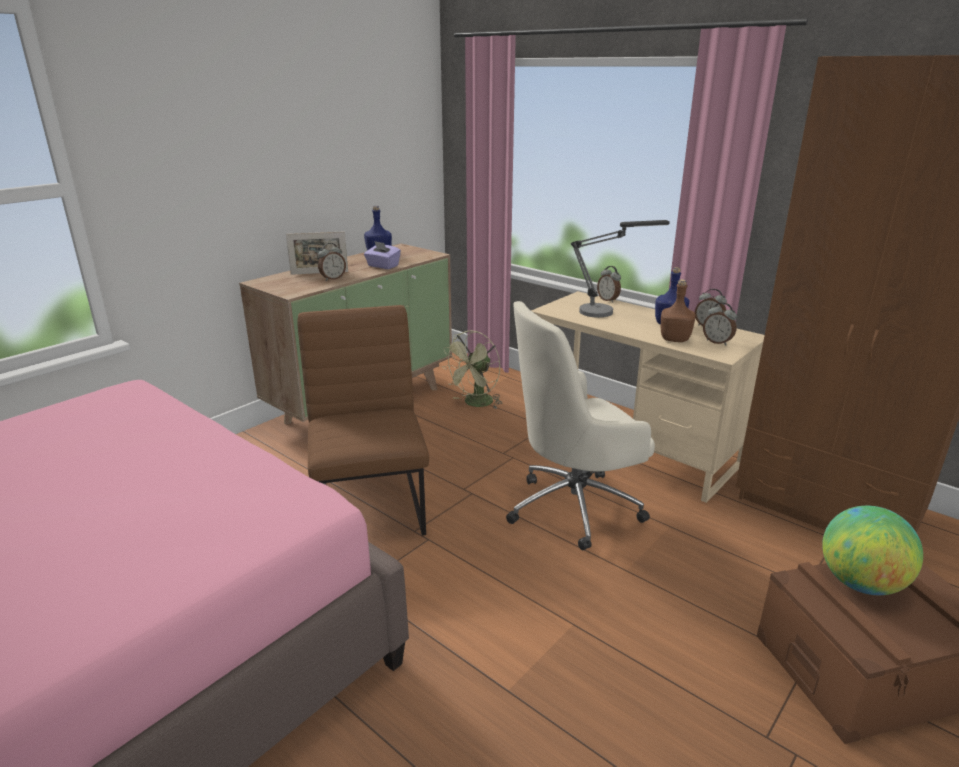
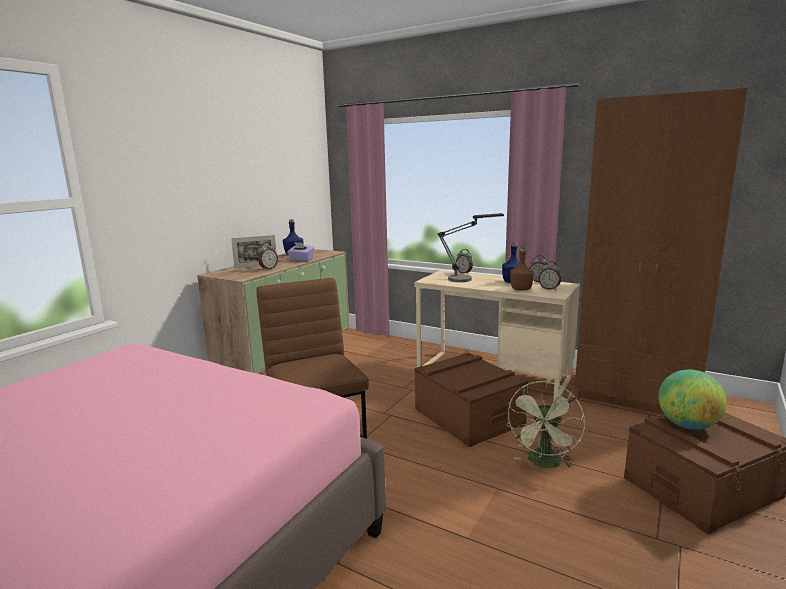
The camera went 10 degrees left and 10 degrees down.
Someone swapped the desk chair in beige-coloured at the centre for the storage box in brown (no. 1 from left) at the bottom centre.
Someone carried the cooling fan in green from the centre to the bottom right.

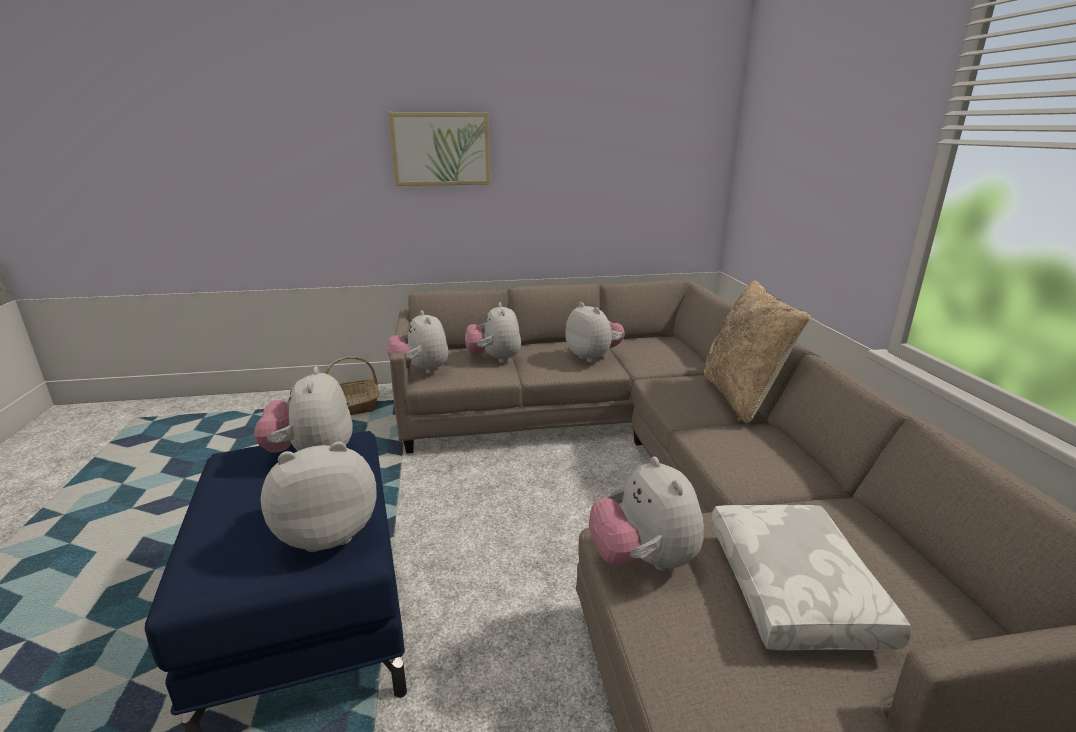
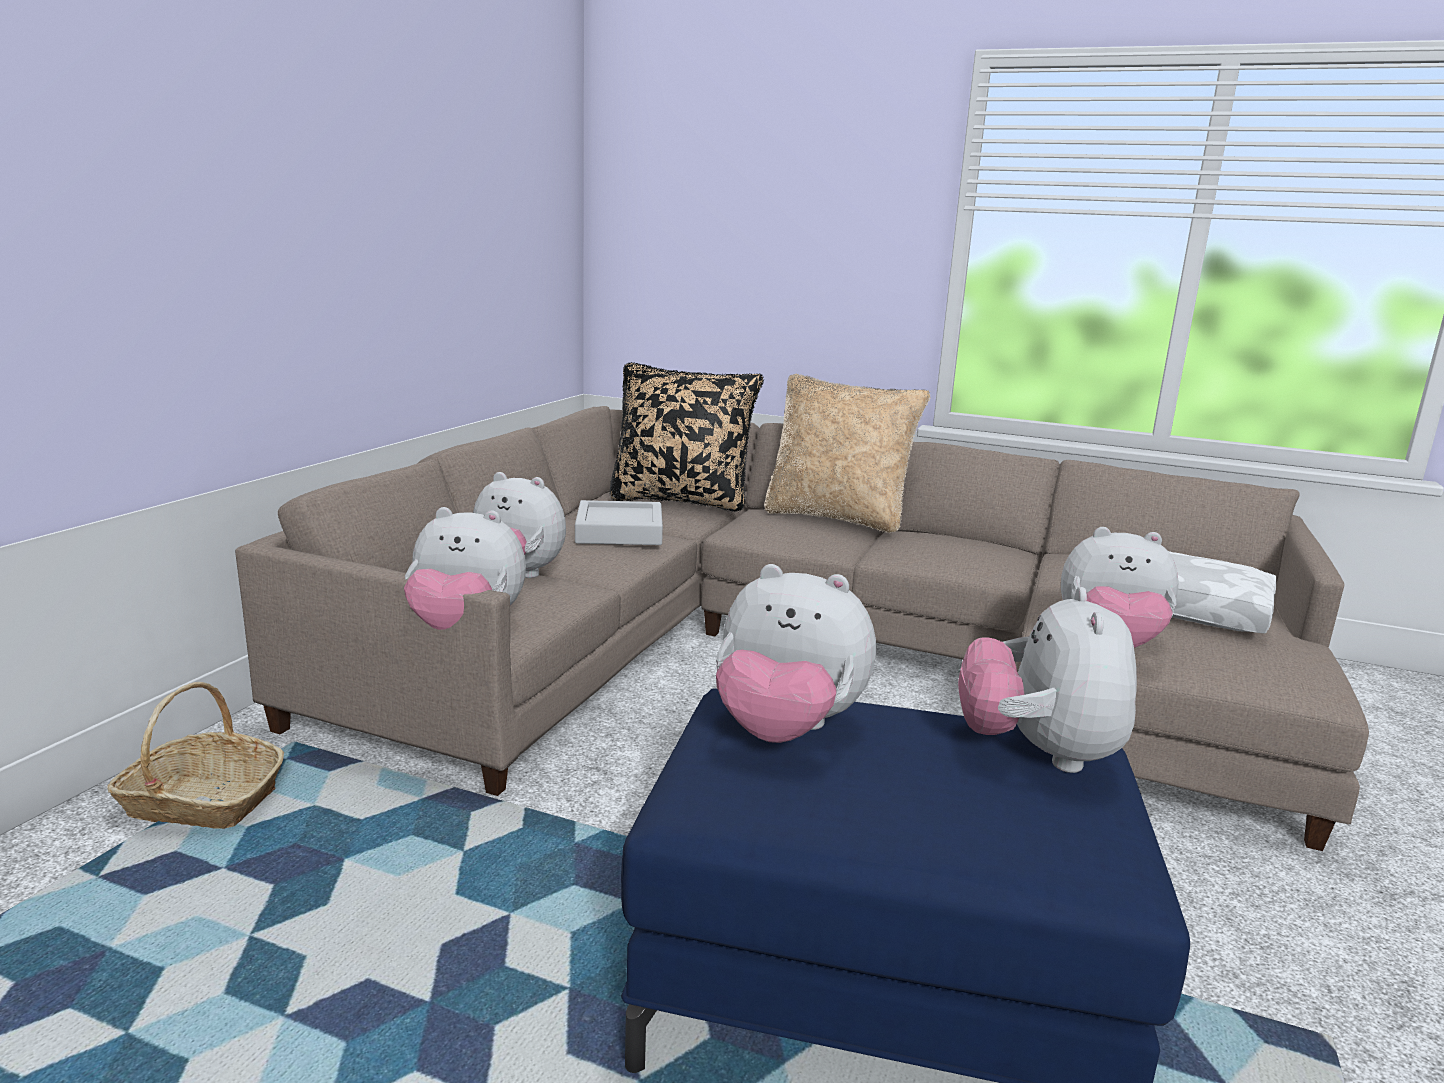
The camera went 60 degrees left and 5 degrees down.
Someone took away the picture at the top centre.
Someone swapped the plush toy (no. 5 from left) at the centre for the serving tray in gray at the centre.
Someone put down the throw pillow in black-coloured at the centre.

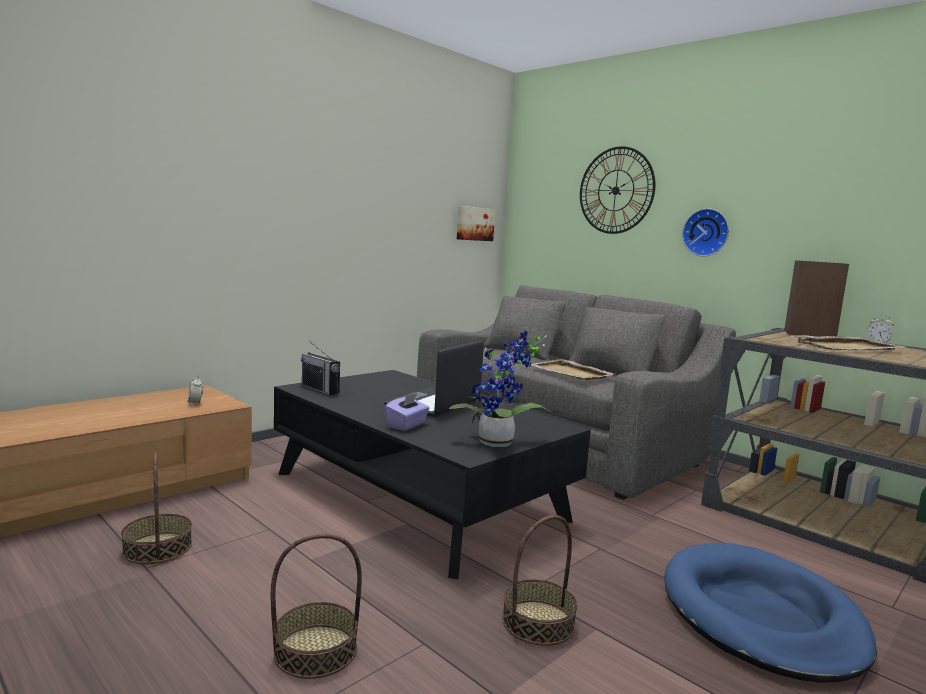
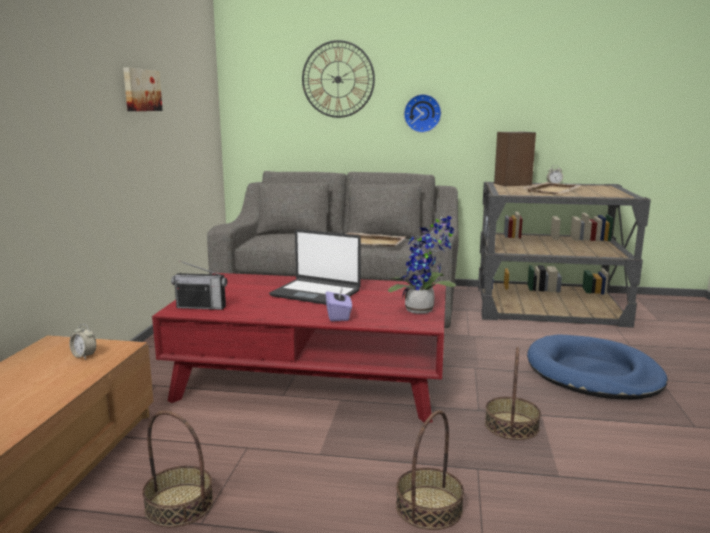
The camera went 35 degrees left and 5 degrees up.
Someone carried the picture from the top centre to the top left.
Someone rotated the laptop at the centre by 60 degrees counterclockwise.
Someone repainted the low table in black-coloured at the bottom centre, which became the low table in reddish at the centre.

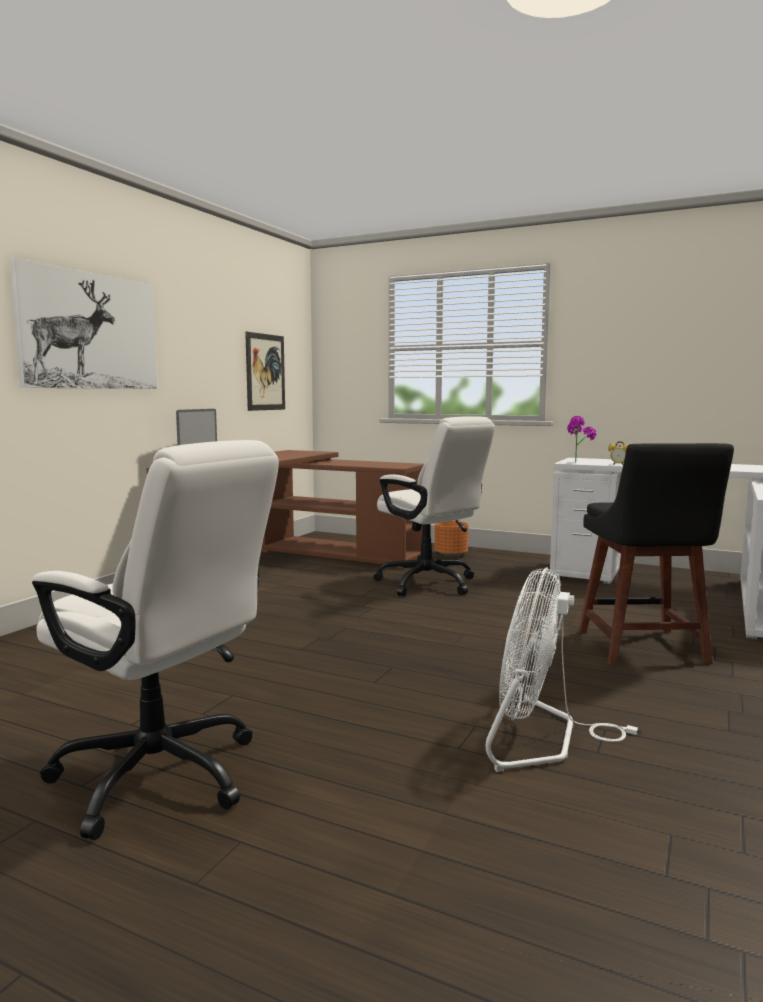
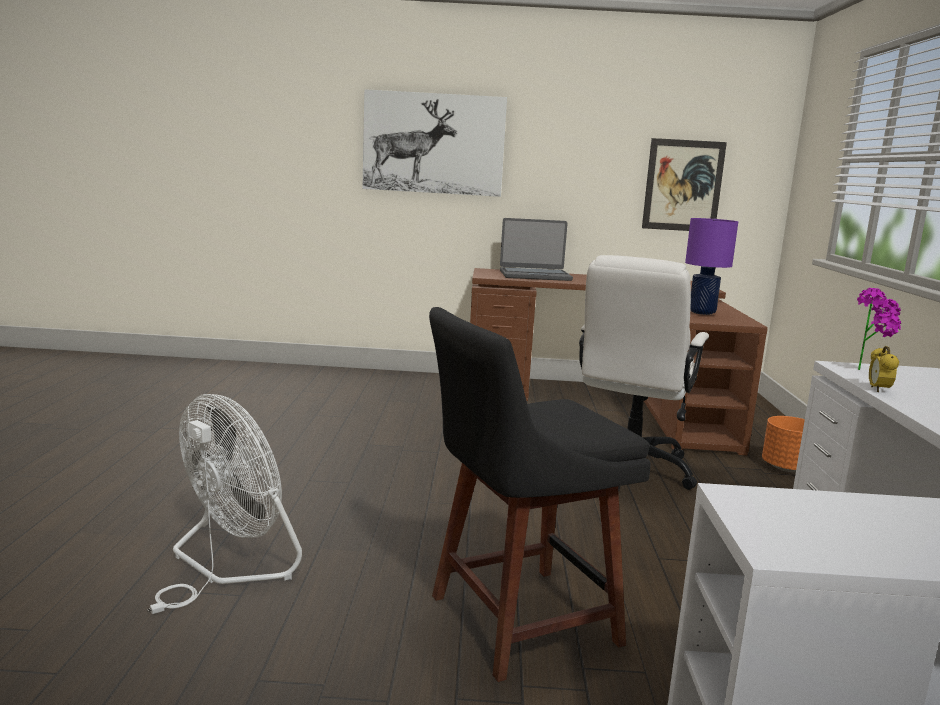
The camera went 65 degrees right and 5 degrees up.
Someone took away the desk chair in whitish (no. 1 from left) at the middle left.
Someone rotated the cooling fan in whitish at the bottom right by 45 degrees clockwise.
Someone put down the table lamp in purple-coloured at the middle right.

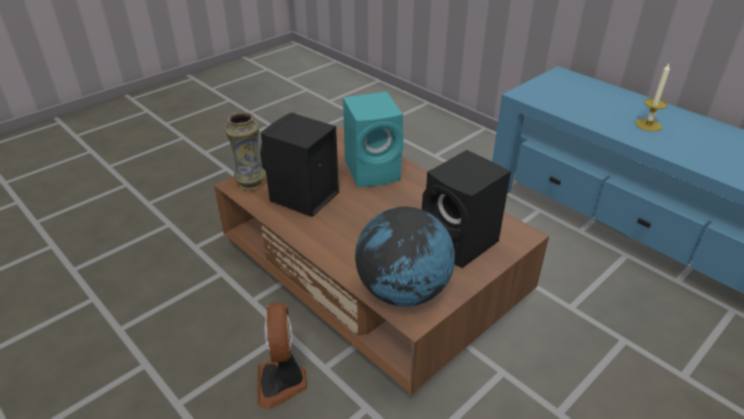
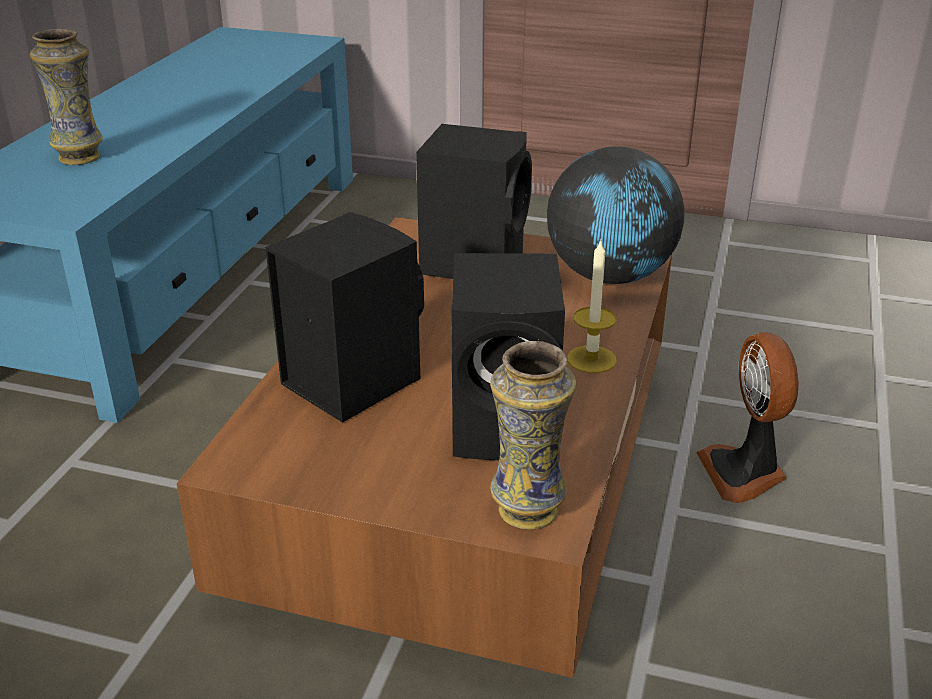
The camera went 120 degrees left and 5 degrees down.
Someone carried the candle from the top right to the centre.
Someone repainted the speaker in turquoise-coloured at the top centre, which became the speaker in black-coloured (no. 1 from left) at the centre.
Someone rotated the cooling fan at the bottom centre by 120 degrees clockwise.
Someone put down the decorative vase (no. 1 from left) at the top left.

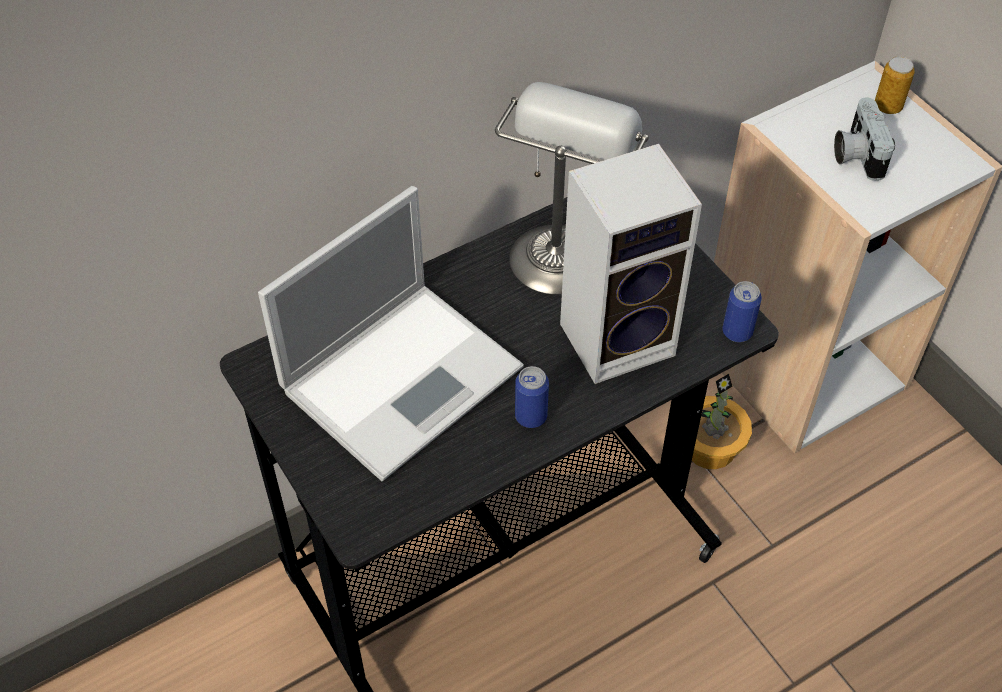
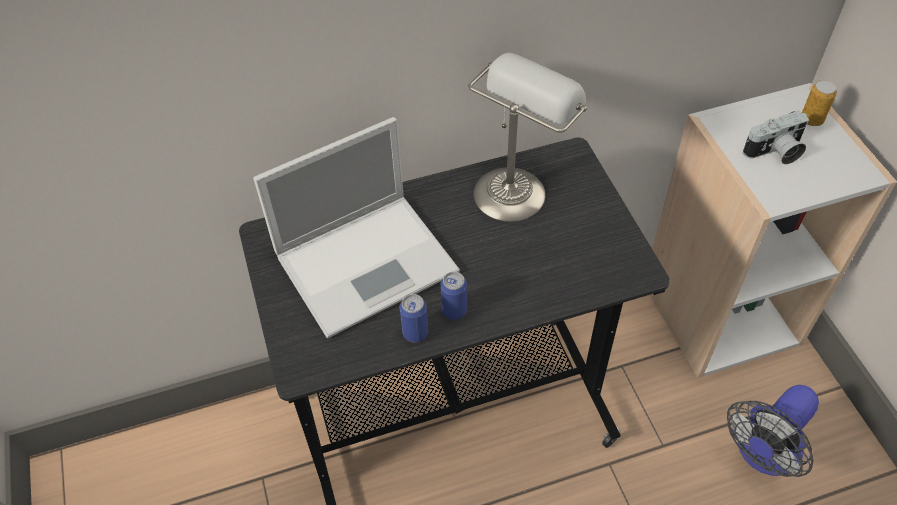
The camera went 15 degrees right and 0 degrees up.
Someone rotated the photo camera at the top right by 120 degrees counterclockwise.
Someone took away the speaker at the centre.
Someone carried the sealed can (no. 2 from left in the first image) from the middle right to the centre.
Someone took away the houseplant at the middle right.
Someone put down the cooling fan at the bottom right.

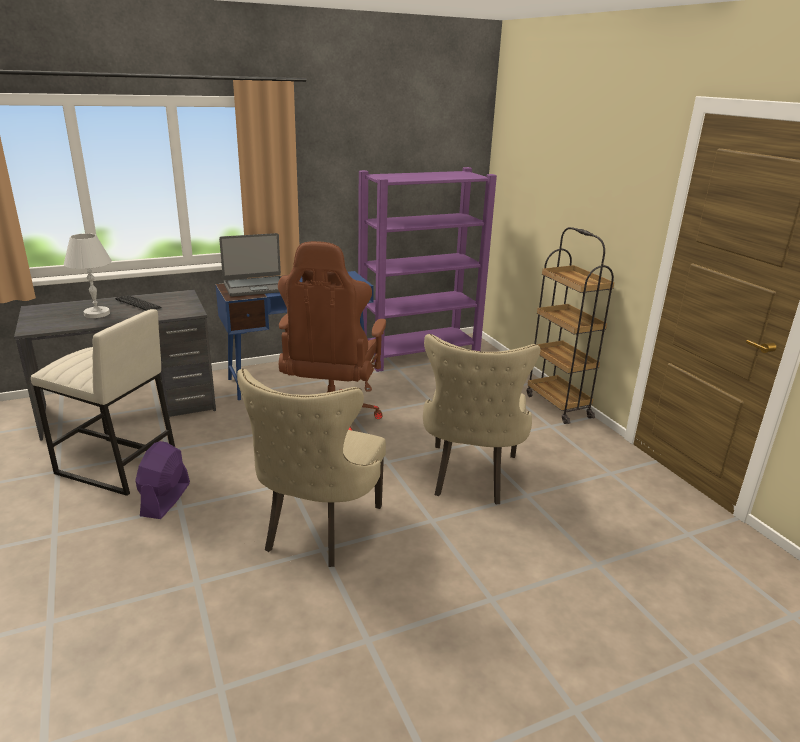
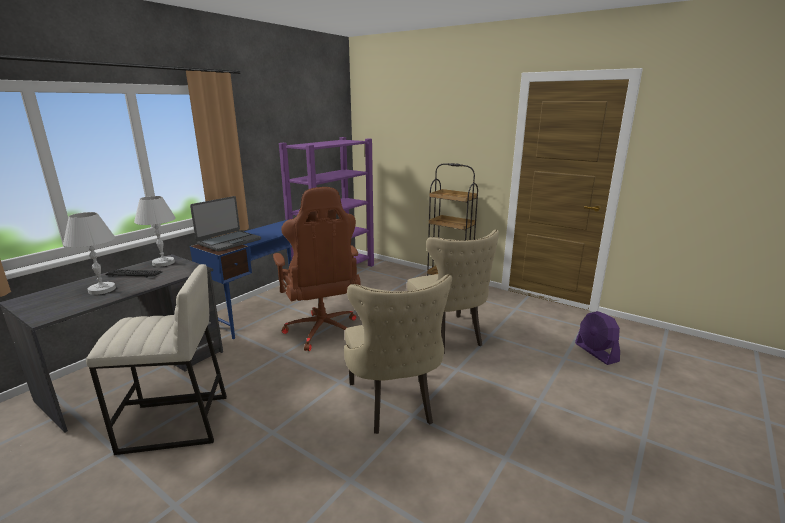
The camera went 30 degrees left and 5 degrees down.
Someone carried the cooling fan in purple-coloured from the middle left to the middle right.
Someone put down the table lamp in whitish (no. 2 from left) at the middle left.

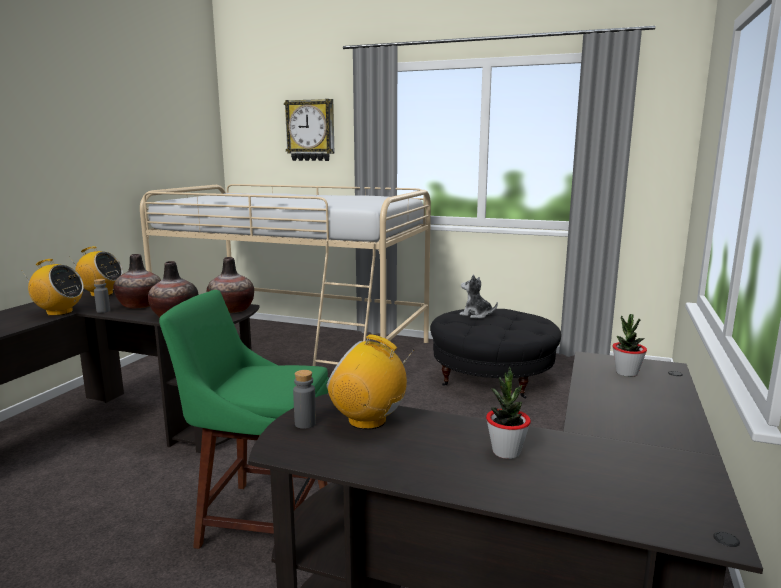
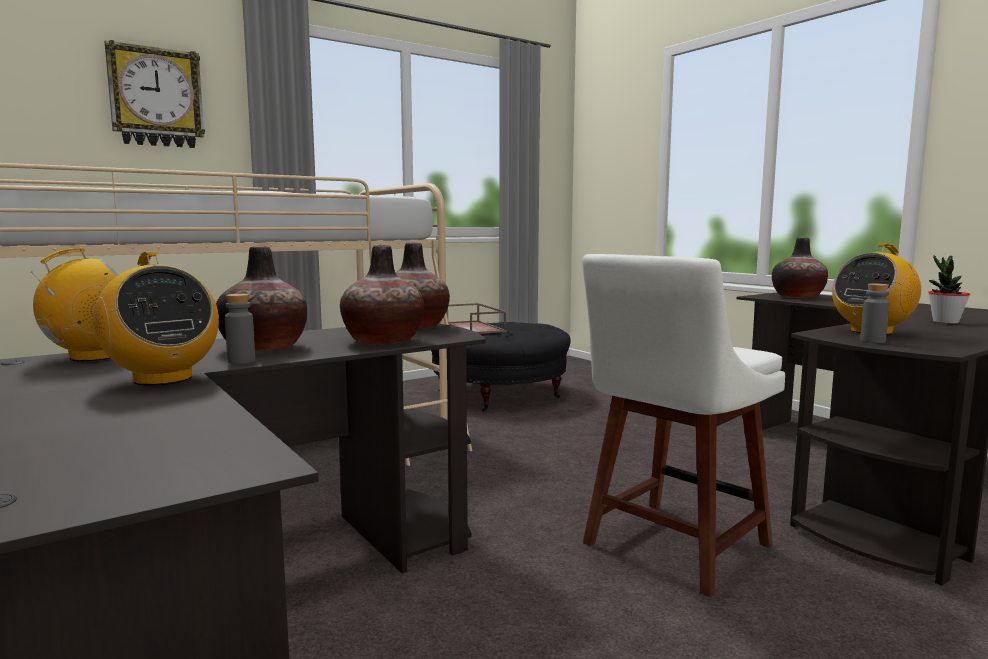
The camera went 55 degrees left and 5 degrees down.
Someone rotated the radio (no. 1 from left in the first image) at the middle left by 90 degrees clockwise.
Someone swapped the plush toy at the centre for the serving tray in brown at the centre.
Someone repainted the sitting stool in green at the bottom left, which became the sitting stool in whitish at the middle right.
Someone swapped the houseplant (no. 2 from left) at the middle right for the decorative vase (no. 4 from left) at the middle right.

